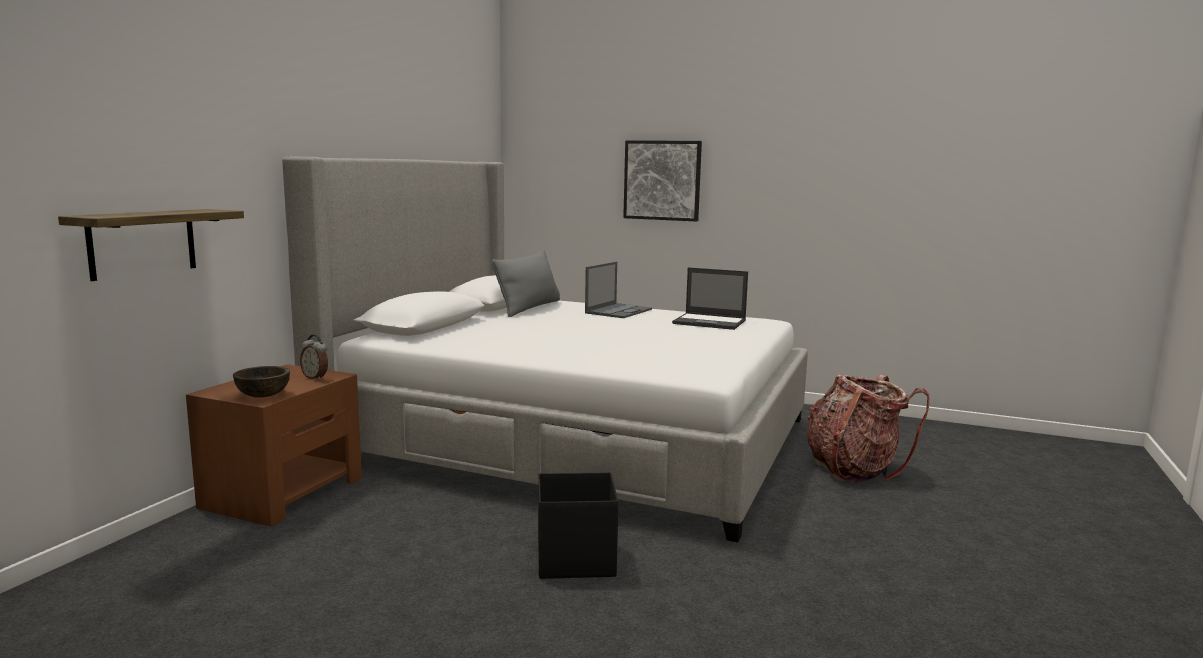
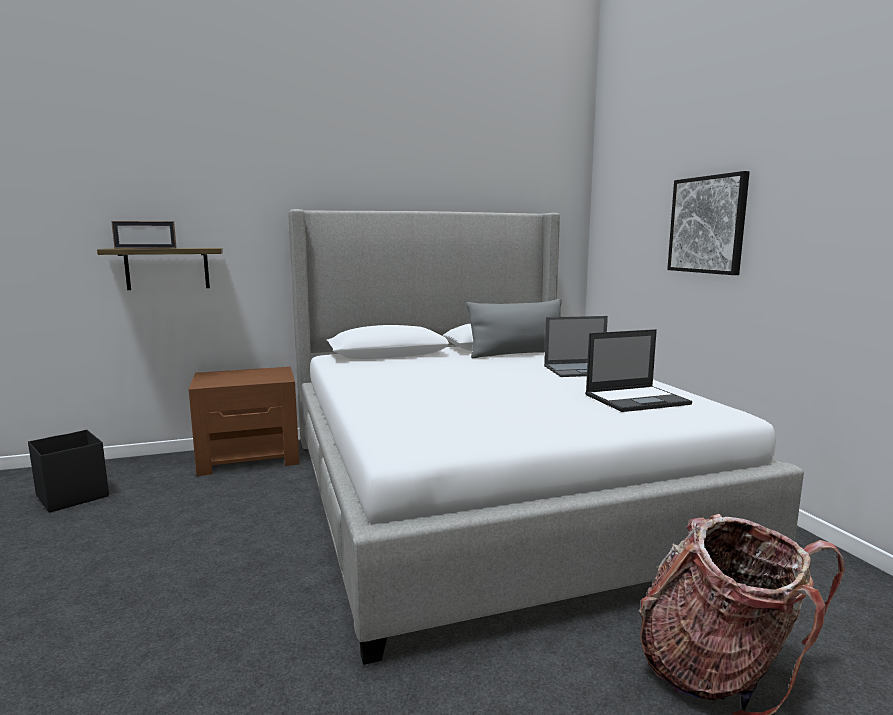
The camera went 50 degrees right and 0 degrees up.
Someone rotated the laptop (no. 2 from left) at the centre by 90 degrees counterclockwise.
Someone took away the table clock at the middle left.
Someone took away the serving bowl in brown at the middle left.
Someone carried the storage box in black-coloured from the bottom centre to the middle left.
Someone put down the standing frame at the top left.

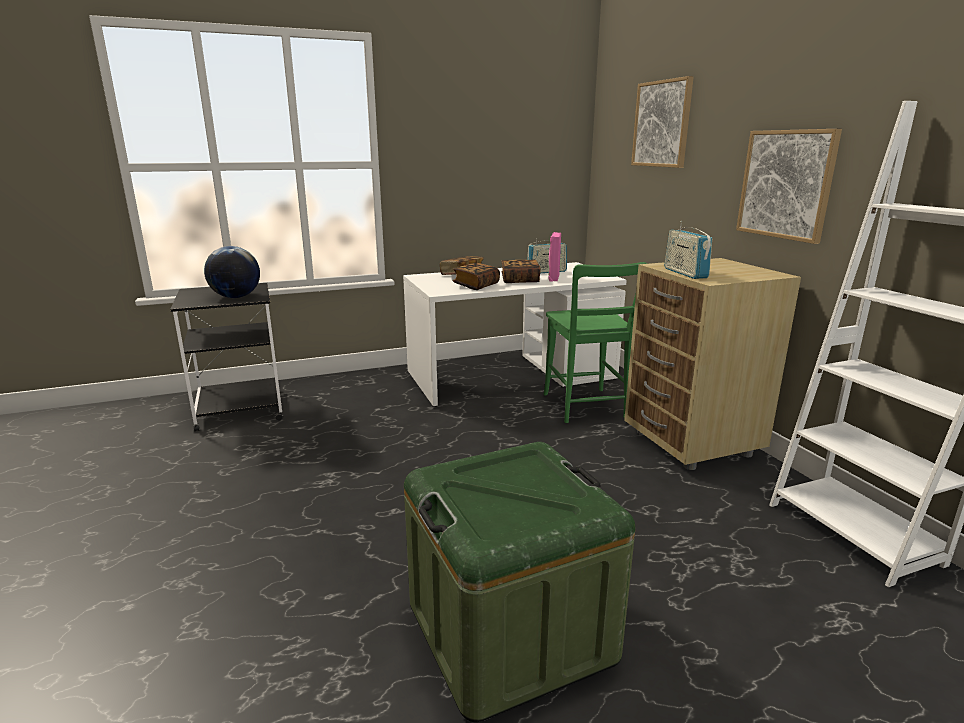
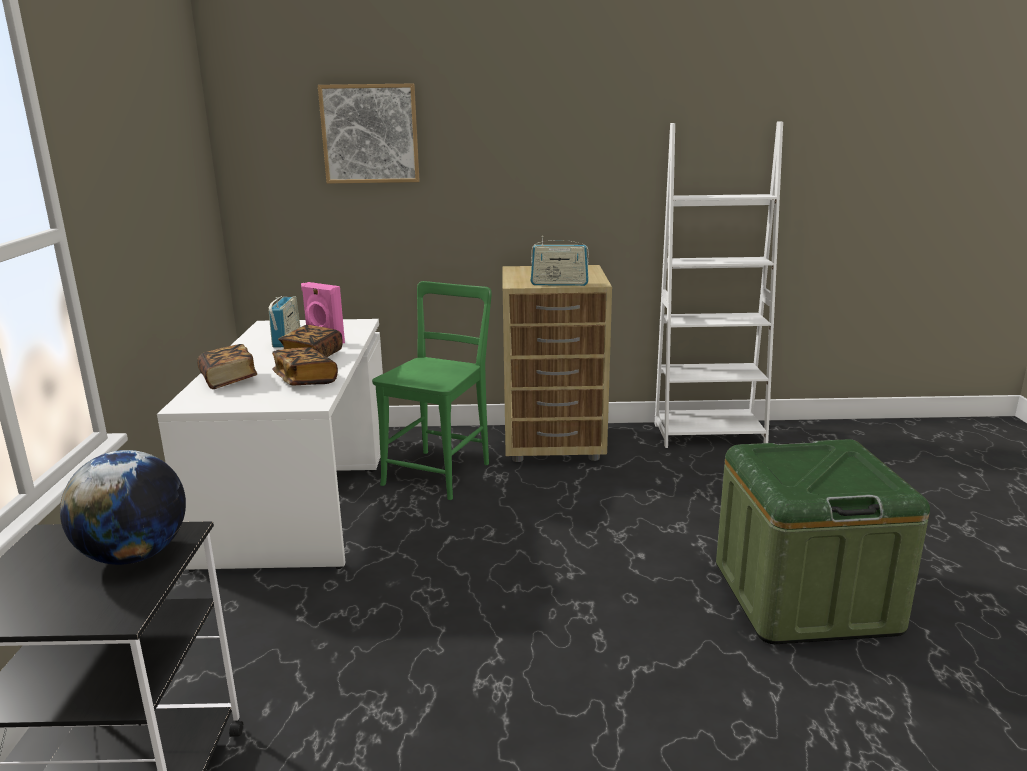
The camera went 70 degrees left and 0 degrees up.
Someone took away the picture (no. 2 from left) at the top right.
Someone rotated the chair in green at the centre by 75 degrees counterclockwise.

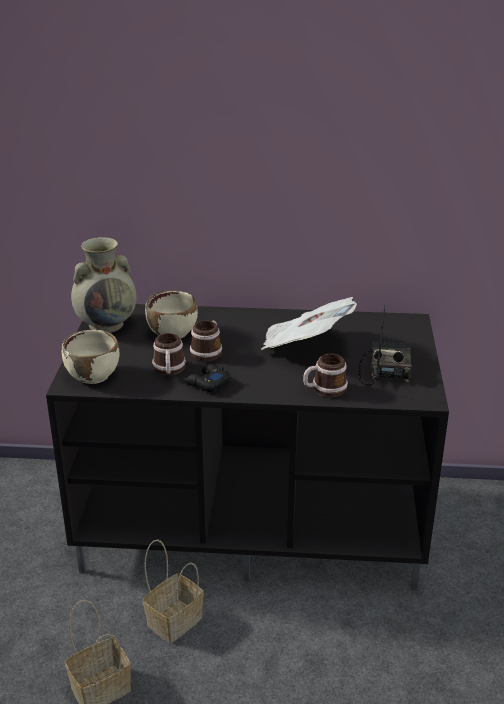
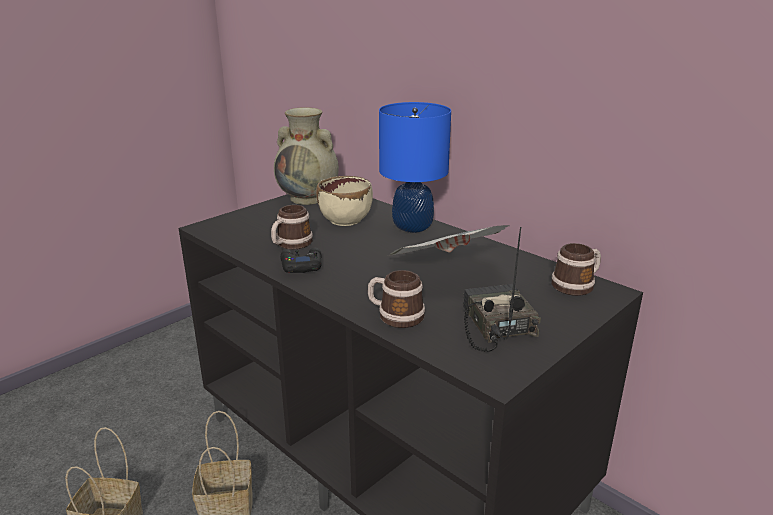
The camera went 40 degrees right and 5 degrees down.
Someone rotated the radio at the middle right by 60 degrees counterclockwise.
Someone carried the mug (no. 2 from left in the first image) from the centre to the middle right.
Someone took away the serving bowl in beige-coloured (no. 1 from left) at the middle left.
Someone put down the table lamp in blue-coloured at the top centre.

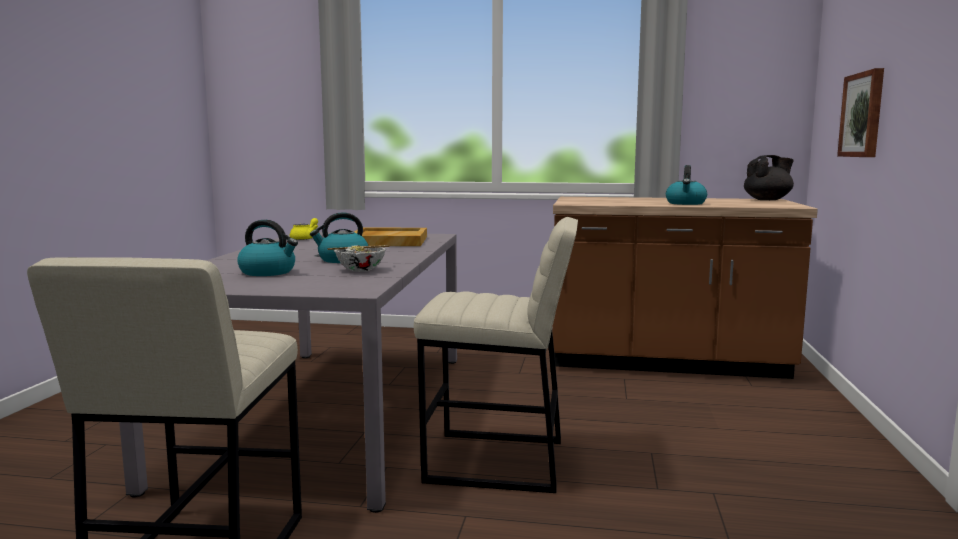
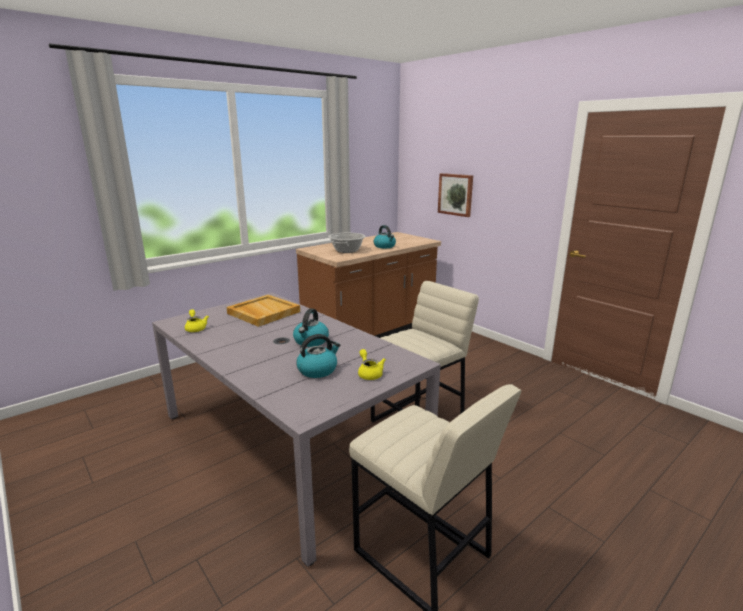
The camera went 50 degrees left and 10 degrees up.
Someone took away the teapot in black-coloured at the top right.
Someone took away the serving bowl at the centre.
Someone put down the saucepot at the centre.
Someone put down the teapot in yellow (no. 2 from left) at the centre.

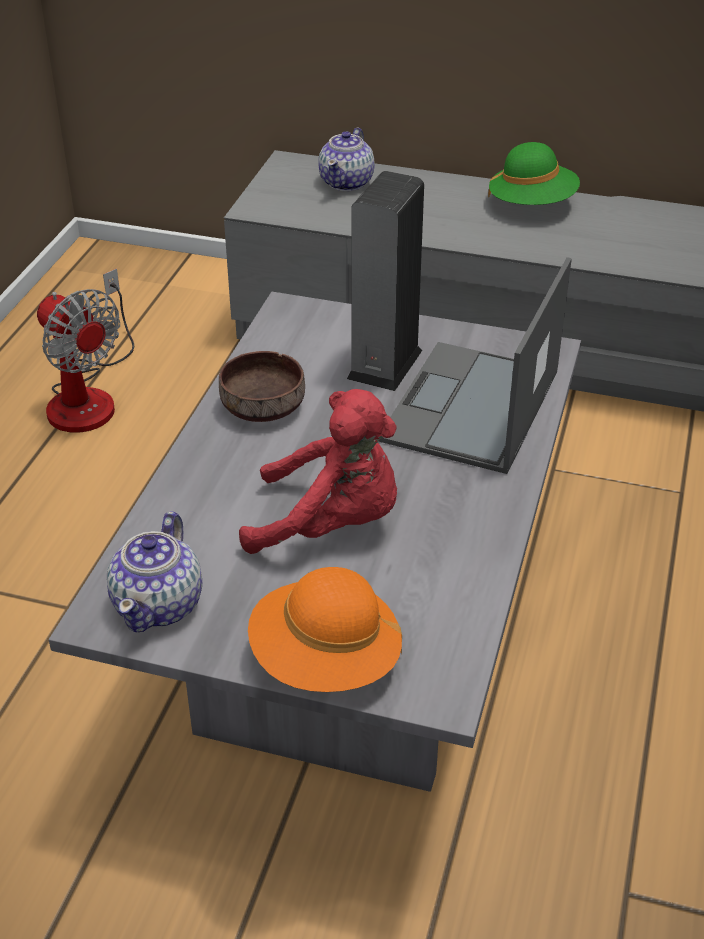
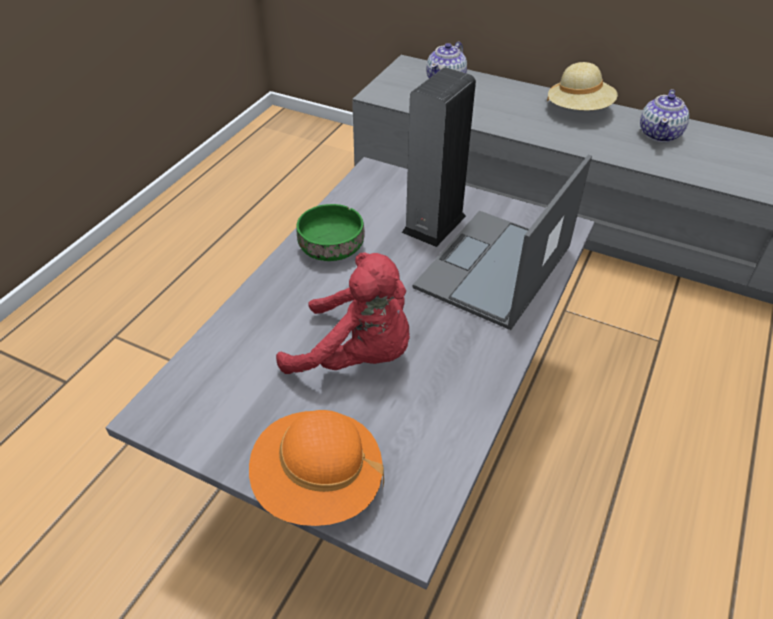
The camera went 10 degrees right and 5 degrees up.
Someone repainted the wearable hat in green at the top right, which became the wearable hat in beige-coloured at the top right.
Someone took away the cooling fan at the middle left.
Someone repainted the serving bowl in brown at the centre, which became the serving bowl in green at the centre.
Someone carried the teapot (no. 1 from left in the first image) from the middle left to the top right.

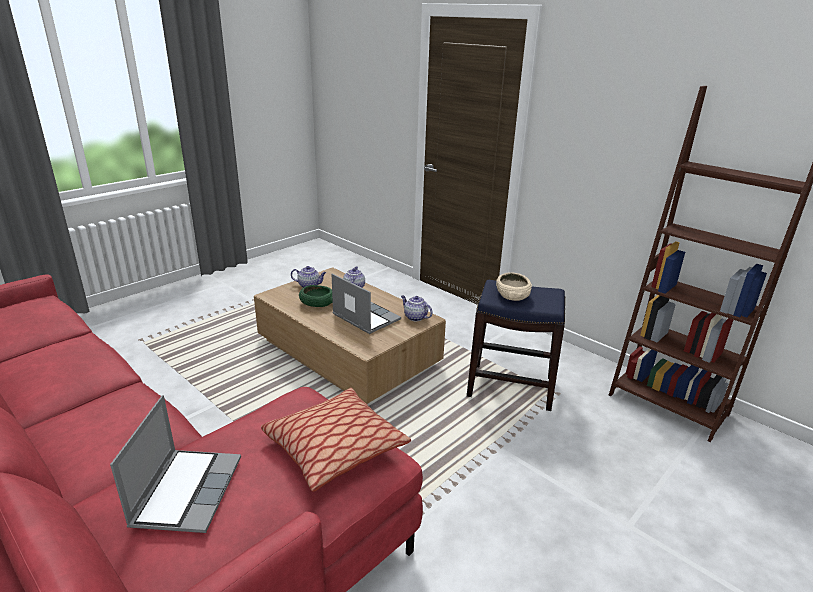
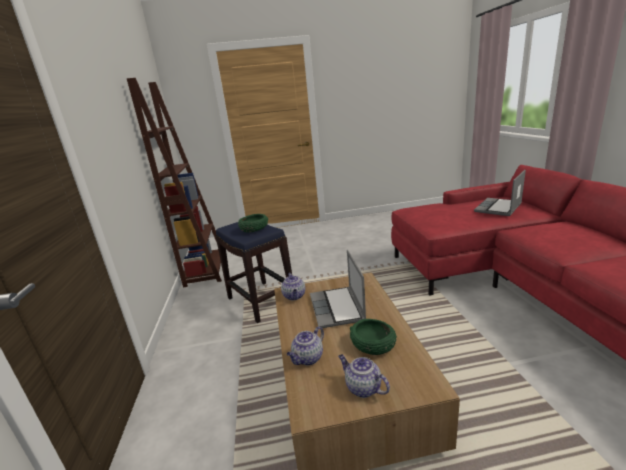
The camera went 140 degrees left and 5 degrees down.
Someone repainted the serving bowl in beige-coloured at the centre, which became the serving bowl in green (no. 1 from left) at the centre.
Someone took away the throw pillow at the bottom centre.

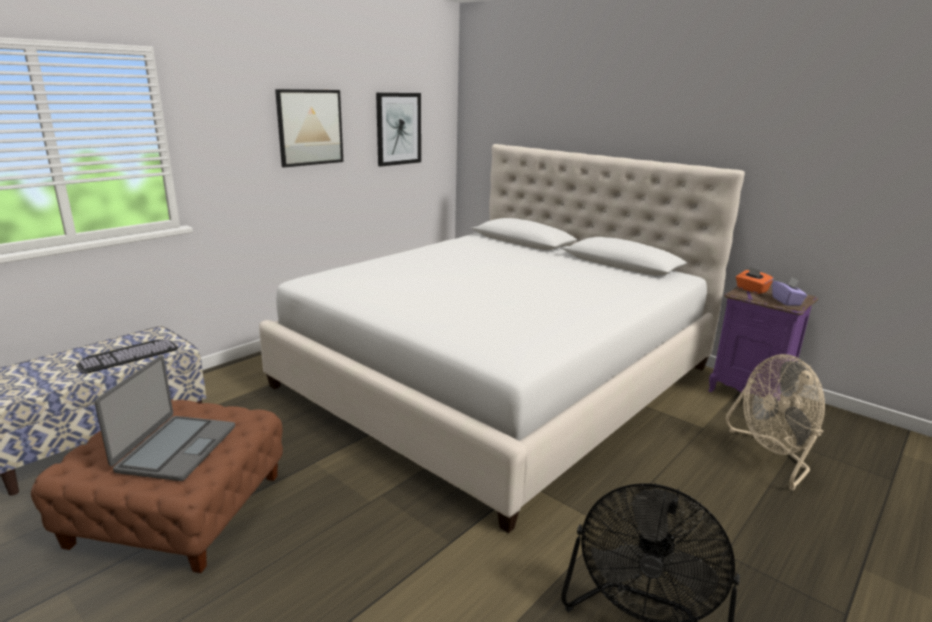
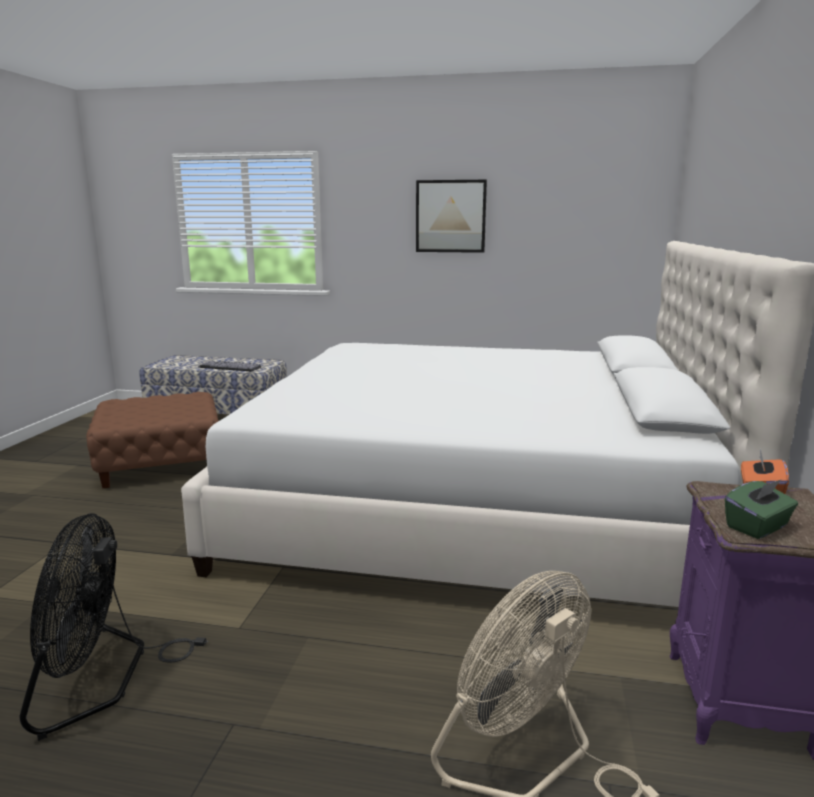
The camera went 60 degrees right and 5 degrees down.
Someone took away the picture (no. 2 from left) at the top centre.
Someone repainted the tissue holder in purple-coloured at the middle right, which became the tissue holder in green at the middle right.
Someone took away the laptop at the bottom left.

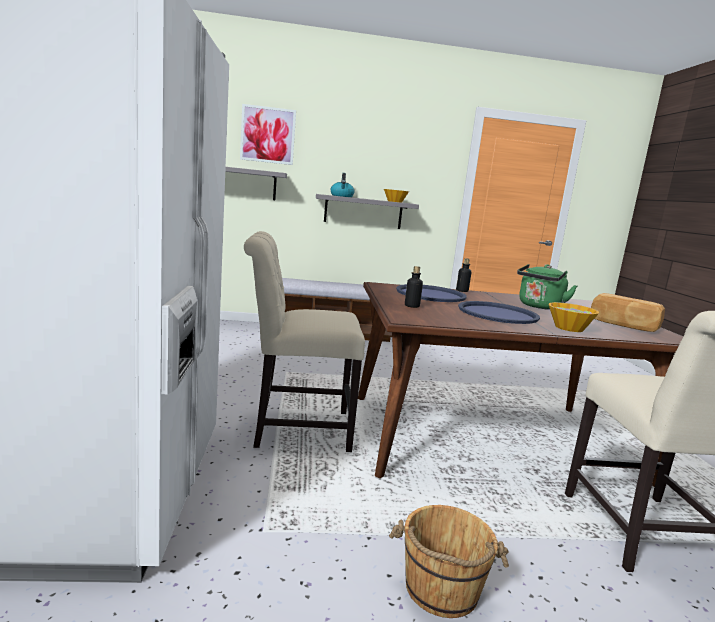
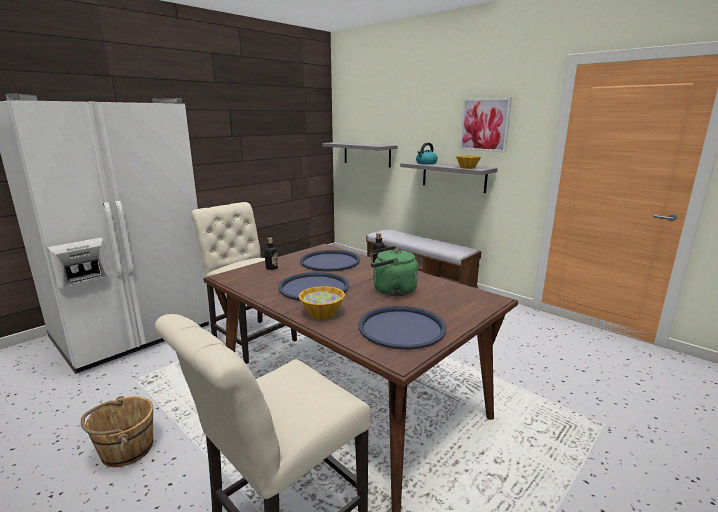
The camera went 50 degrees right and 5 degrees up.
Someone carried the picture from the top centre to the top right.
Someone swapped the baked bread at the middle right for the serving tray in blue-coloured (no. 3 from left) at the centre.

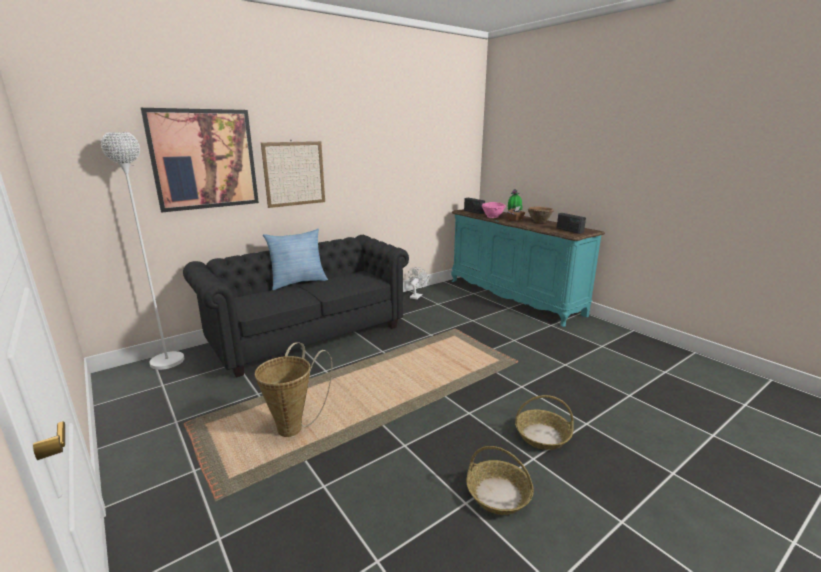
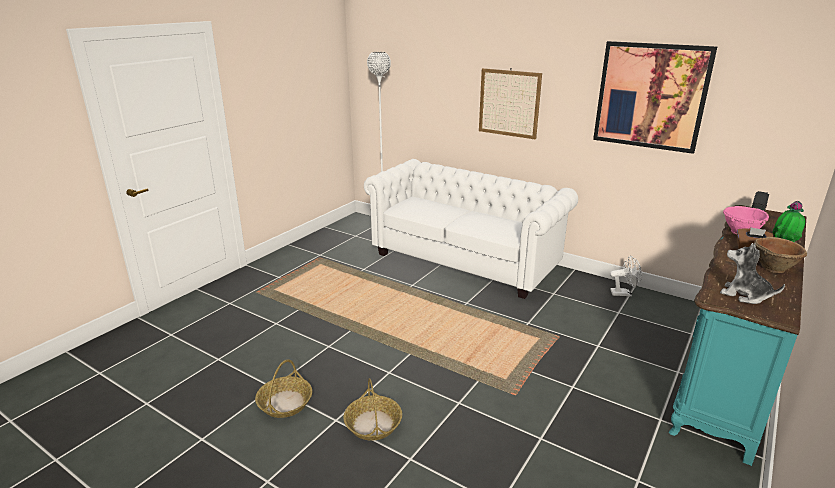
The camera went 70 degrees right and 5 degrees up.
Someone carried the picture (no. 1 from left in the first image) from the top left to the top right.
Someone swapped the radio (no. 2 from left) at the middle right for the plush toy at the middle right.
Someone took away the throw pillow at the centre.
Someone repainted the couch in black-coloured at the centre, which became the couch in whitish at the centre.
Someone took away the storage basket (no. 1 from left) at the bottom centre.

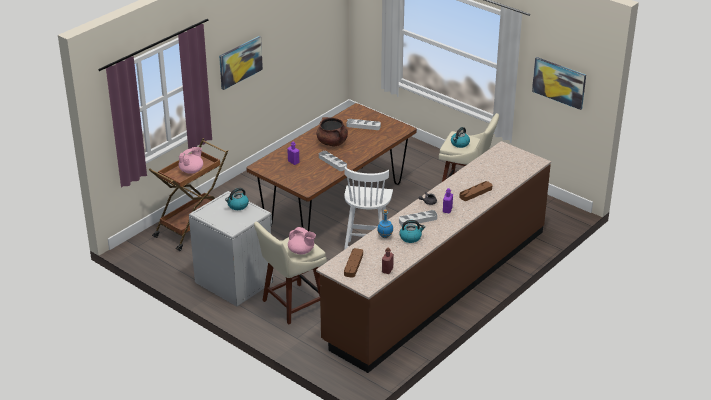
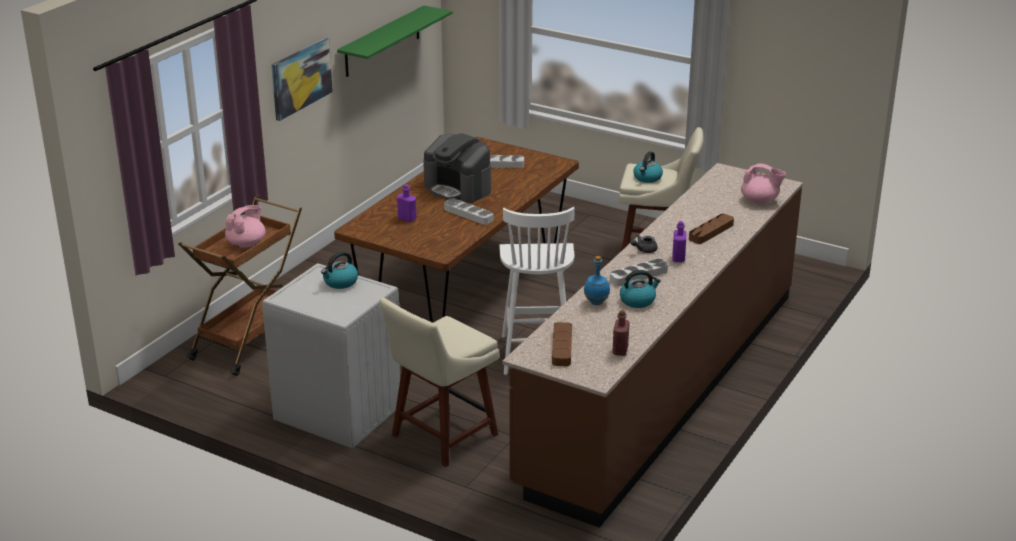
The camera went 10 degrees left and 5 degrees down.
Someone took away the picture (no. 2 from left) at the top right.
Someone swapped the saucepot in brown at the top centre for the coffee maker at the top centre.
Someone carried the teapot in pinkish (no. 2 from left) from the centre to the middle right.
Someone put up the bracket shelf in green at the top centre.

